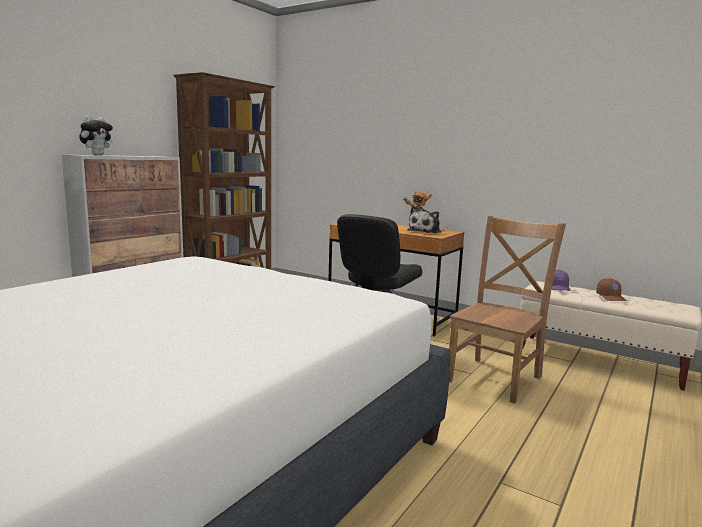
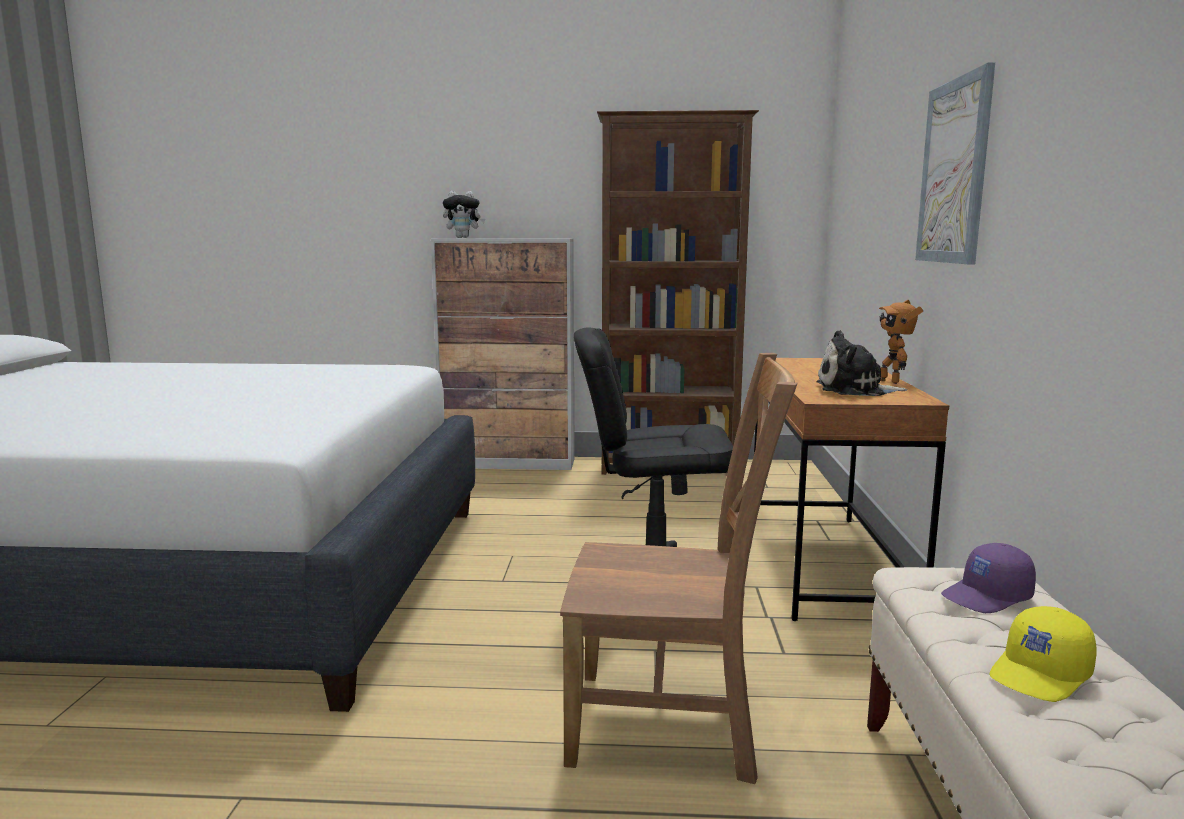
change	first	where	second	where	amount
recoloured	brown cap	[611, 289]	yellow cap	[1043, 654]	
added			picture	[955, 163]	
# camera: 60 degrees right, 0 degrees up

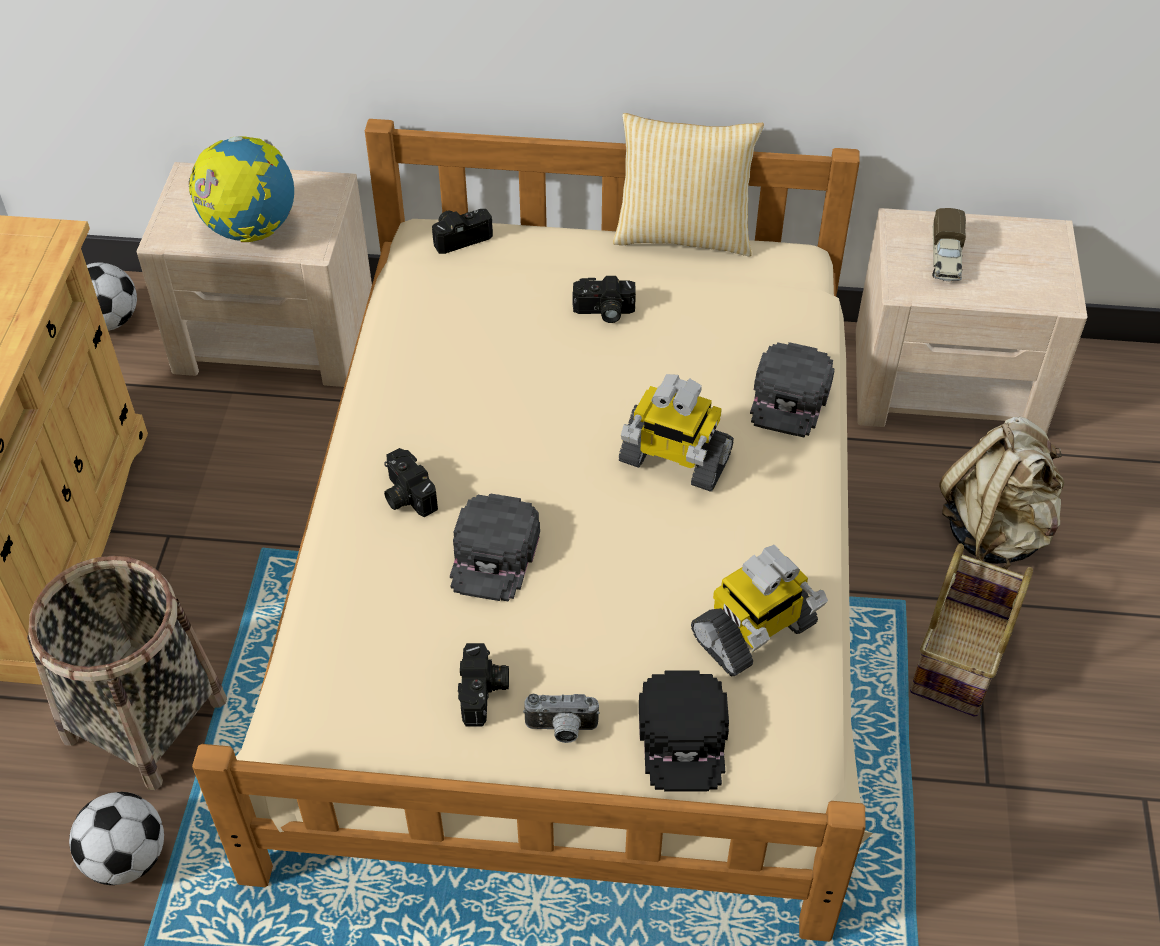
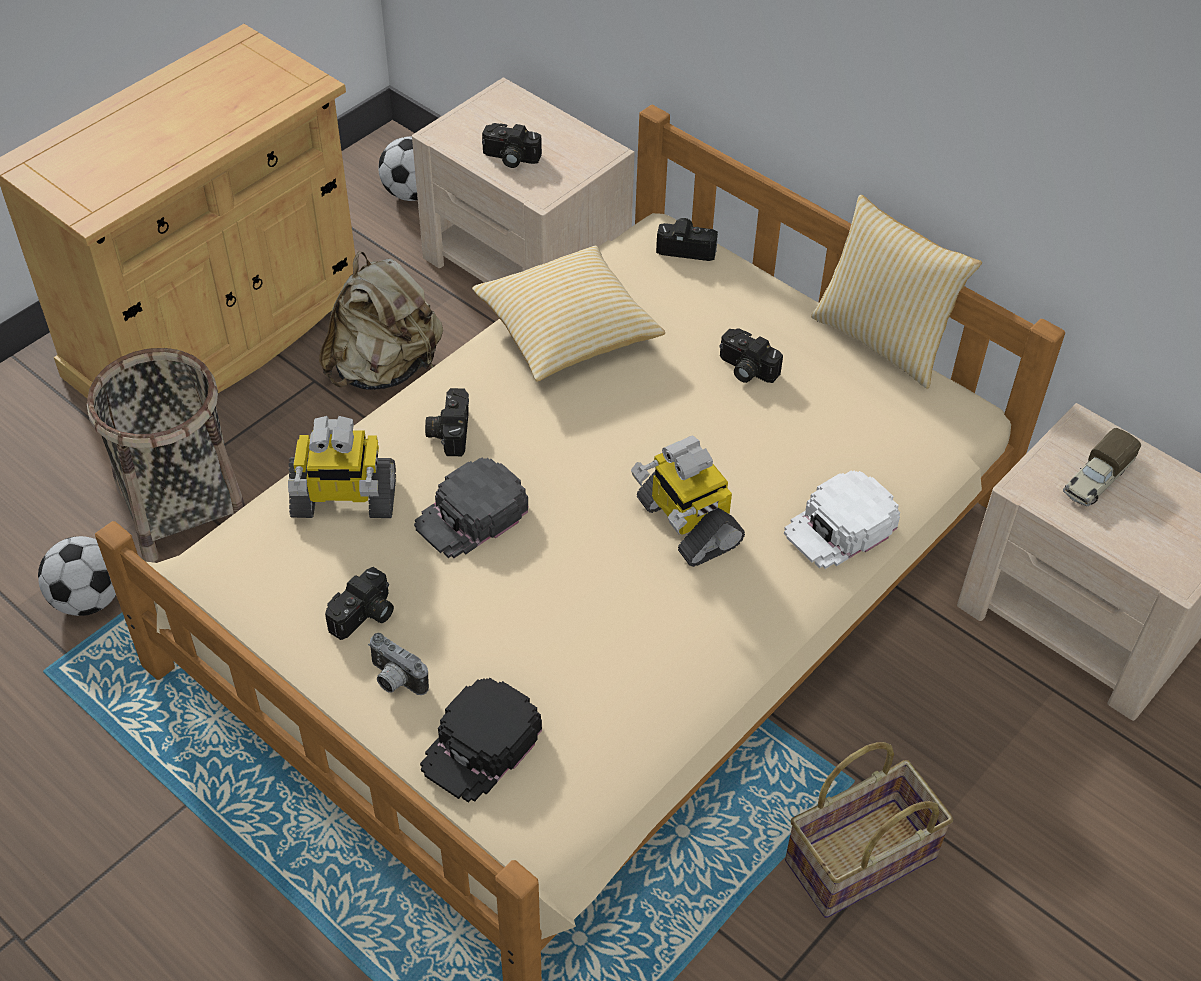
change	first	where	second	where	amount
replaced	globe	[241, 189]	photo camera	[512, 145]	
recoloured	black cap	[792, 390]	white cap	[842, 519]	
moved	beige backpack	[1001, 493]		[381, 320]	
moved	toy robot	[759, 610]		[342, 467]	
added			pillow	[568, 314]	
# camera: 35 degrees right, 0 degrees up

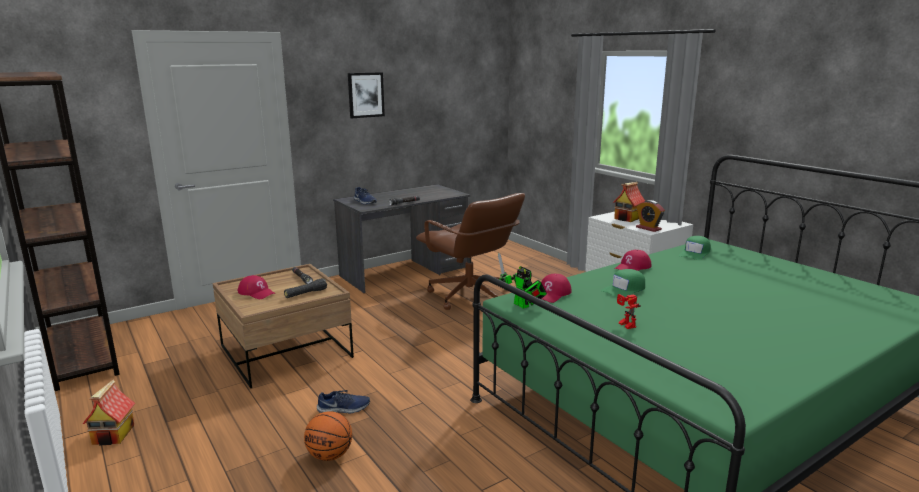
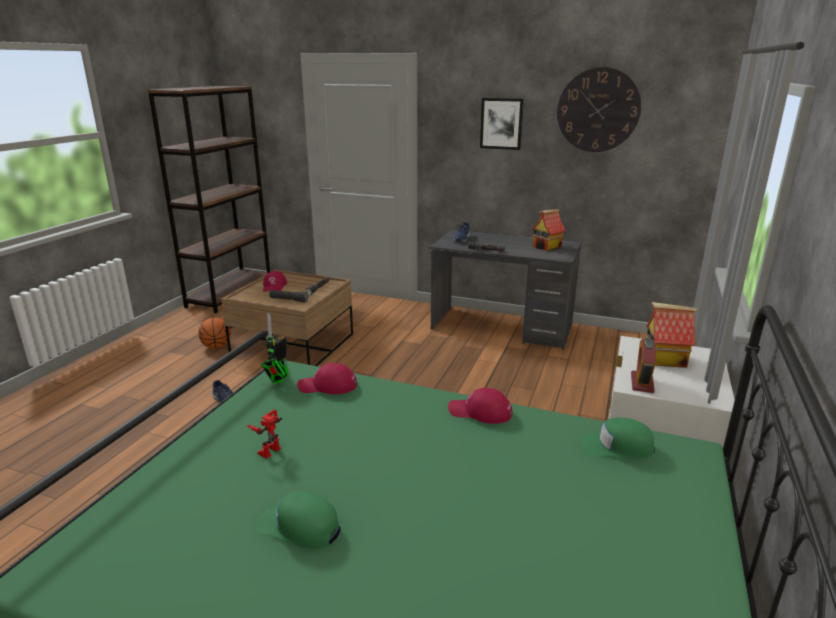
change	first	where	second	where	amount
removed	brown office chair	[470, 251]			
moved	green cap	[623, 283]		[297, 520]	
moved	toy house	[109, 412]		[548, 230]	
moved	basketball	[328, 436]		[214, 333]	
added			wall clock	[599, 109]	
# camera: 55 degrees right, 5 degrees up

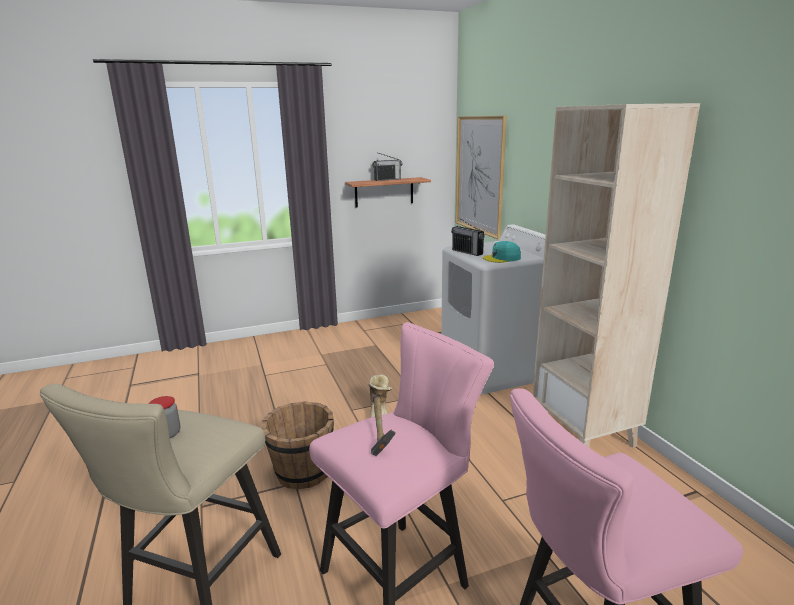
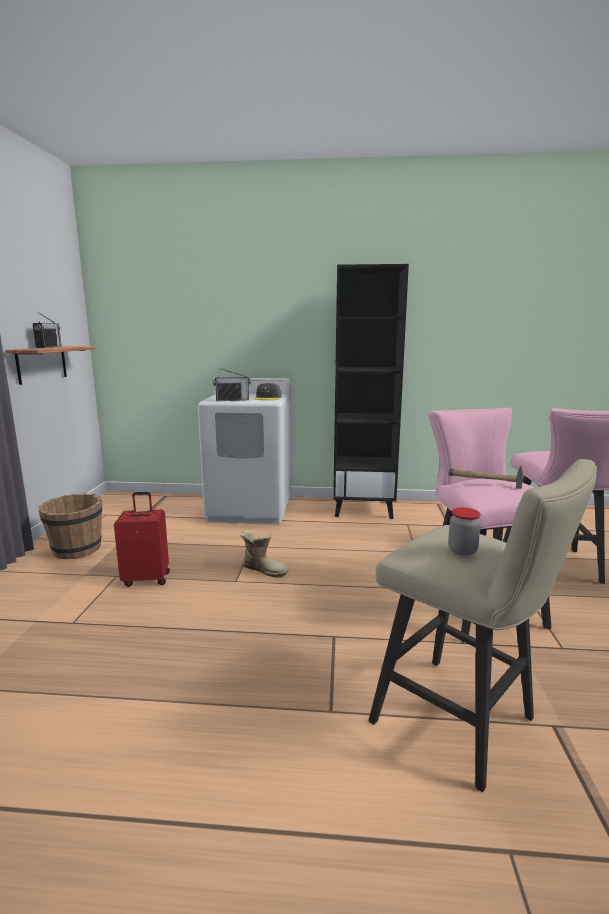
change	first	where	second	where	amount
recoloured	beige bookcase	[616, 275]	black bookcase	[371, 391]	
removed	picture	[481, 177]			
recoloured	turquoise cap	[502, 252]	grey cap	[267, 391]	
moved	brown bucket	[297, 445]		[70, 526]	
added			red suitcase	[142, 539]	
# camera: 65 degrees left, 5 degrees down

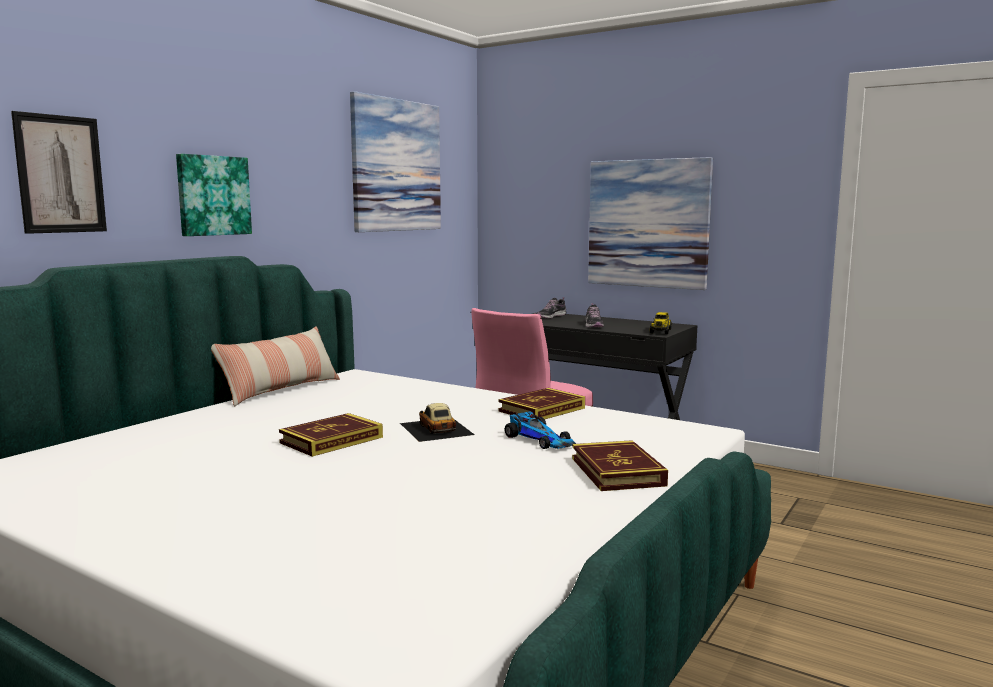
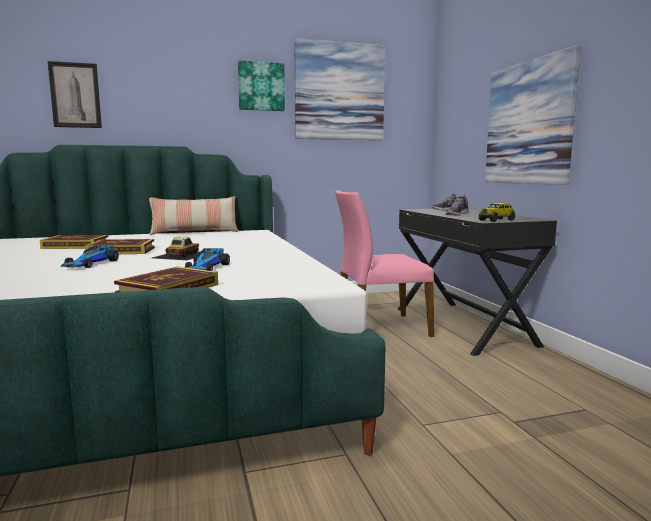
change	first	where	second	where	amount
moved	picture	[214, 195]		[261, 85]	
moved	book	[542, 403]		[74, 242]	
added			toy car	[90, 256]	
# camera: 40 degrees right, 0 degrees up

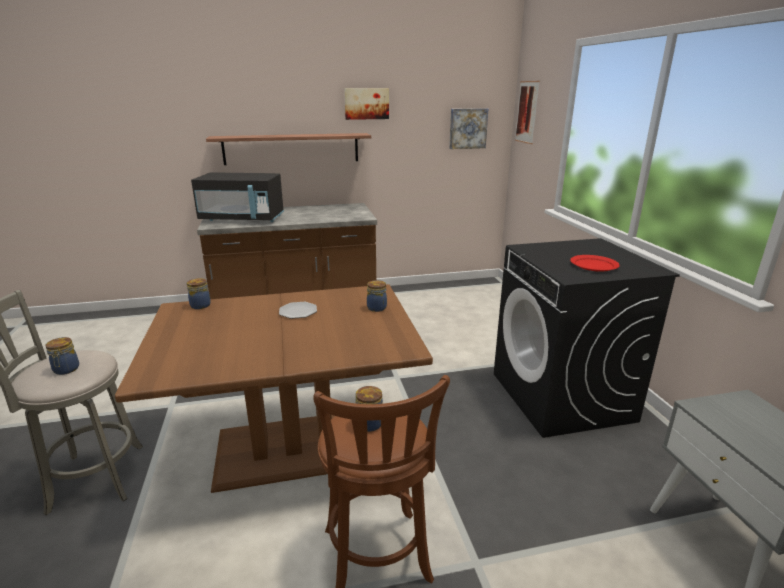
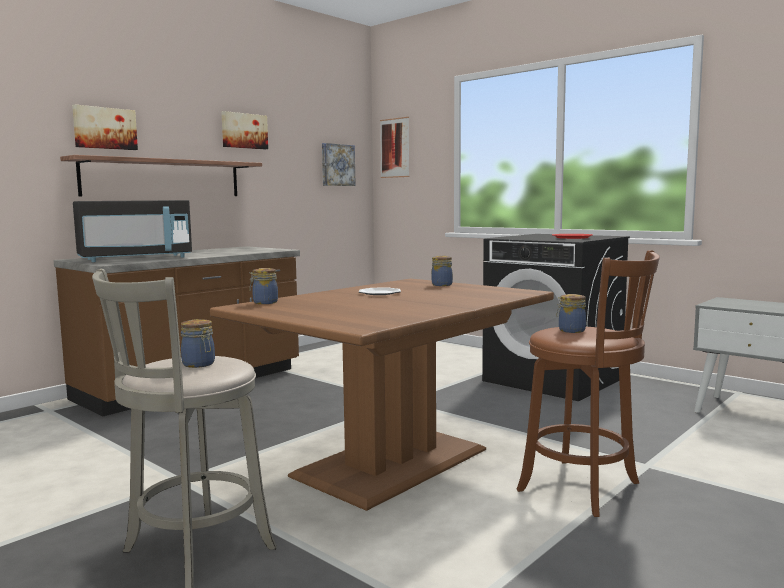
change	first	where	second	where	amount
added			picture	[105, 127]	
# camera: 35 degrees left, 15 degrees down

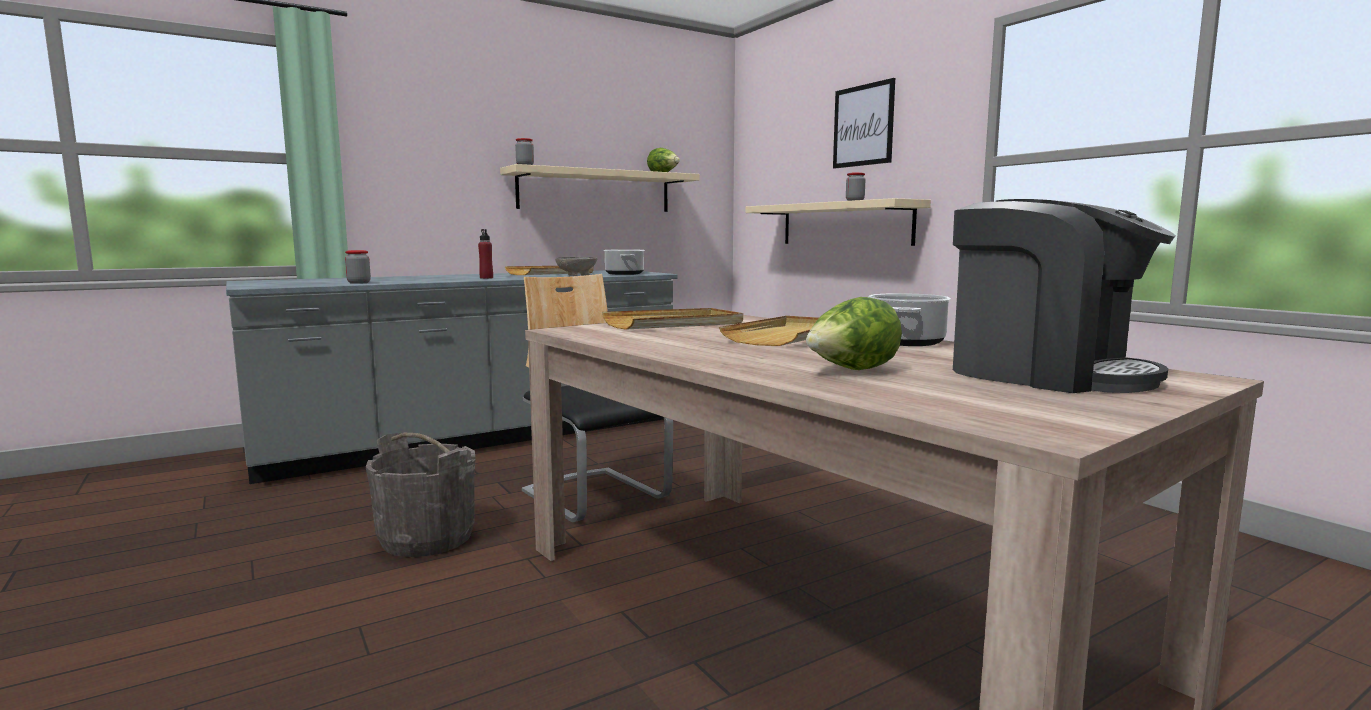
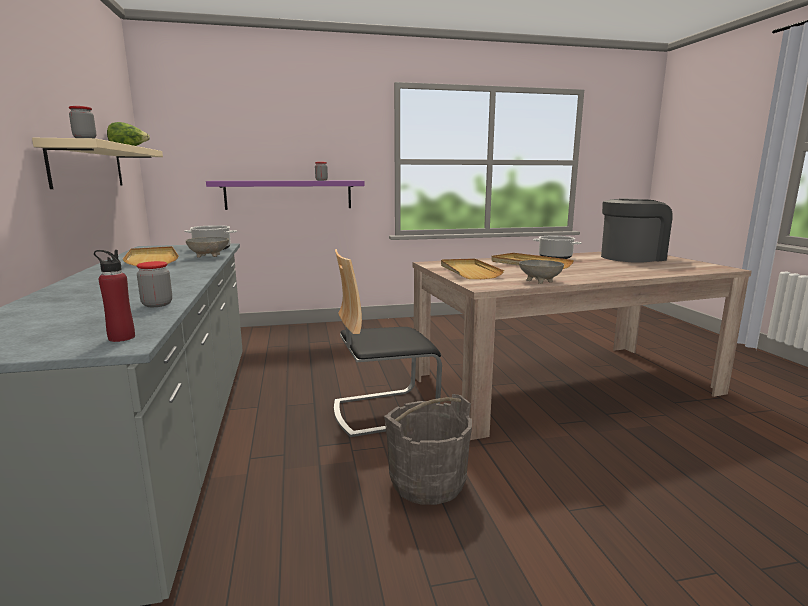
change	first	where	second	where	amount
removed	picture	[864, 123]			
recoloured	beige shelf	[838, 222]	purple shelf	[285, 195]	
moved	red bottle	[485, 254]		[114, 296]	
removed	lettuce	[854, 333]			
added			grey bowl	[541, 272]	
# camera: 70 degrees left, 5 degrees up

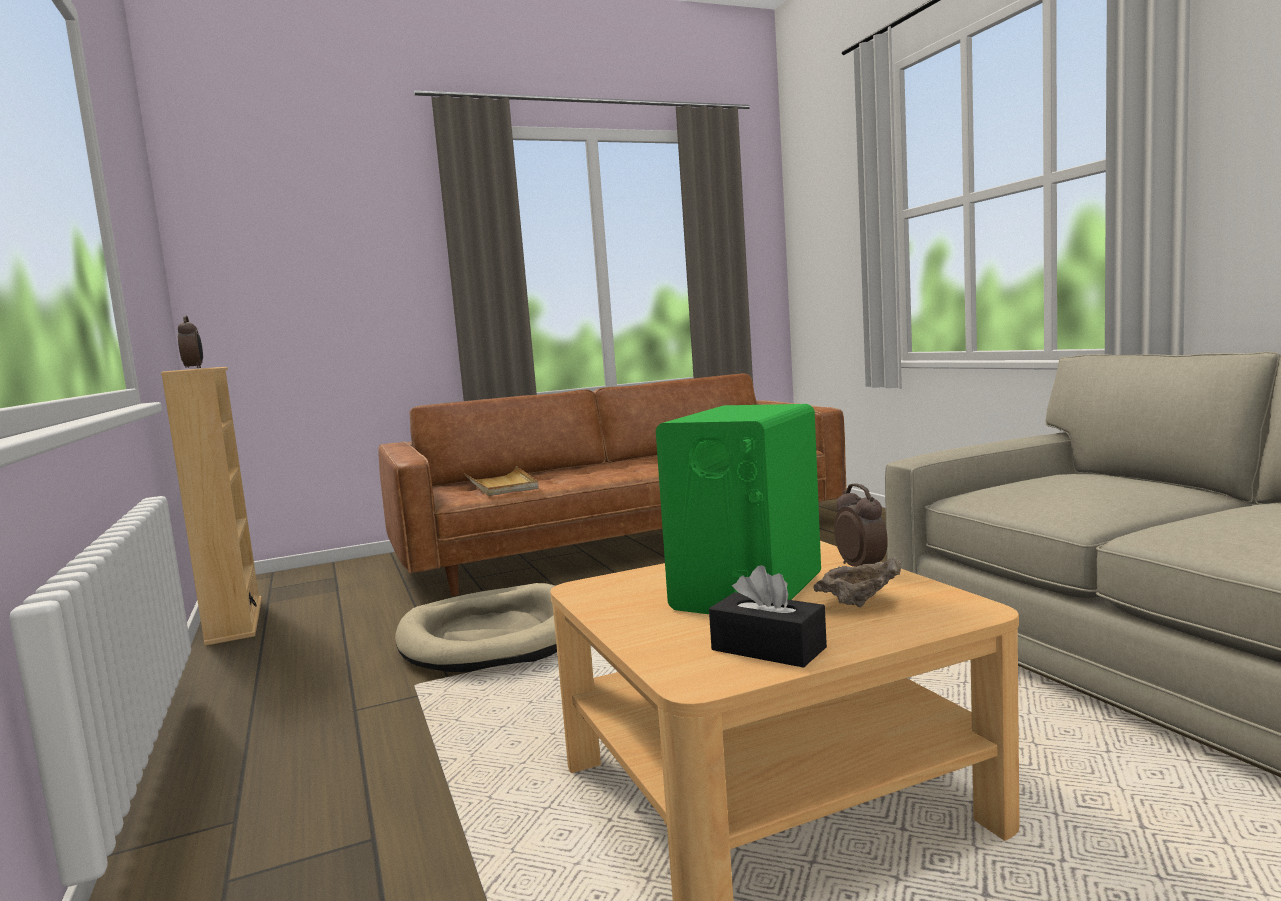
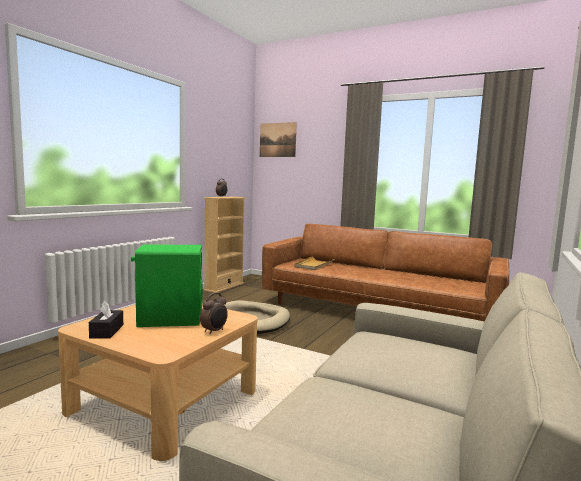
change	first	where	second	where	amount
removed	beige bowl	[857, 582]			
added			picture	[278, 139]	
# camera: 50 degrees right, 0 degrees up

